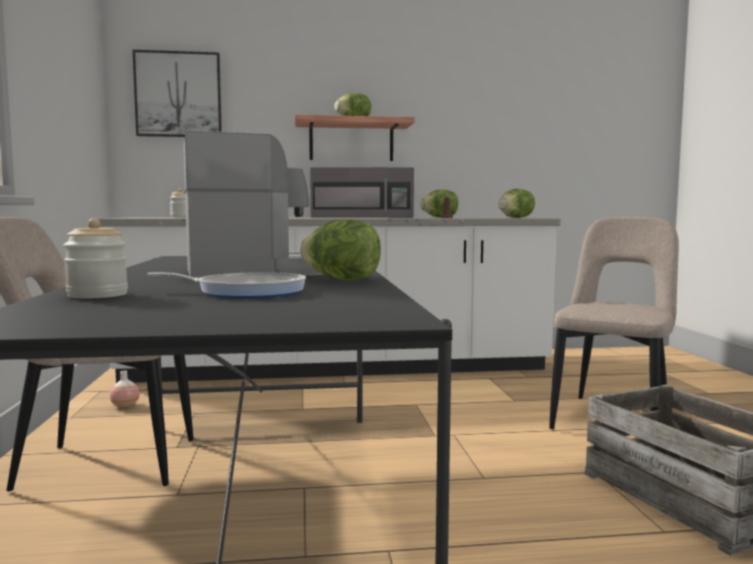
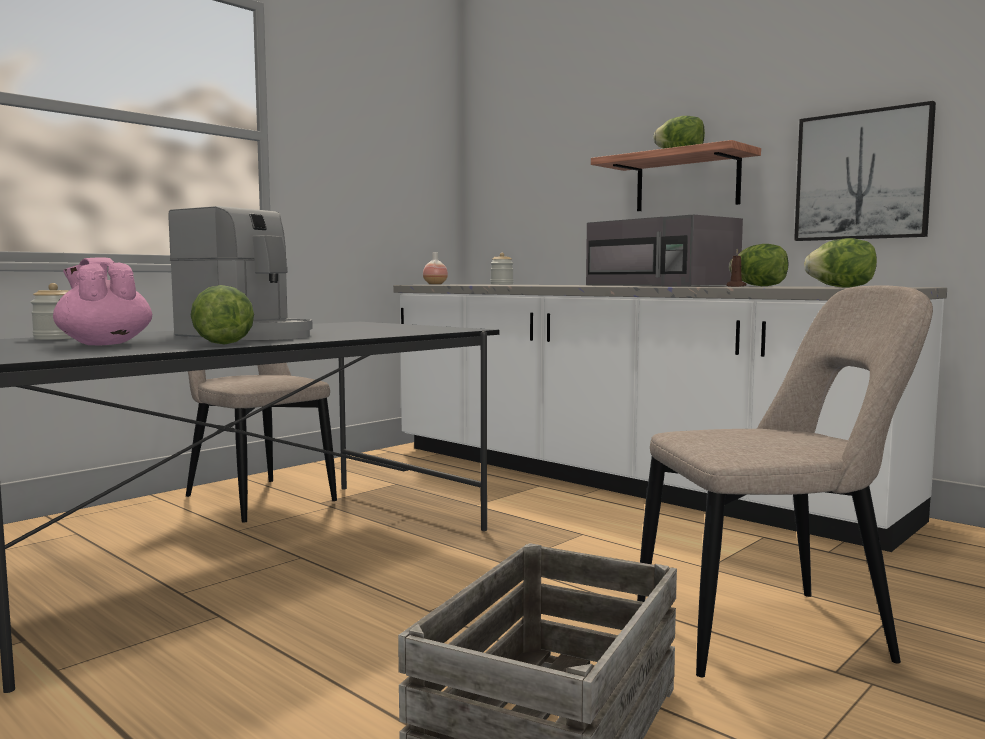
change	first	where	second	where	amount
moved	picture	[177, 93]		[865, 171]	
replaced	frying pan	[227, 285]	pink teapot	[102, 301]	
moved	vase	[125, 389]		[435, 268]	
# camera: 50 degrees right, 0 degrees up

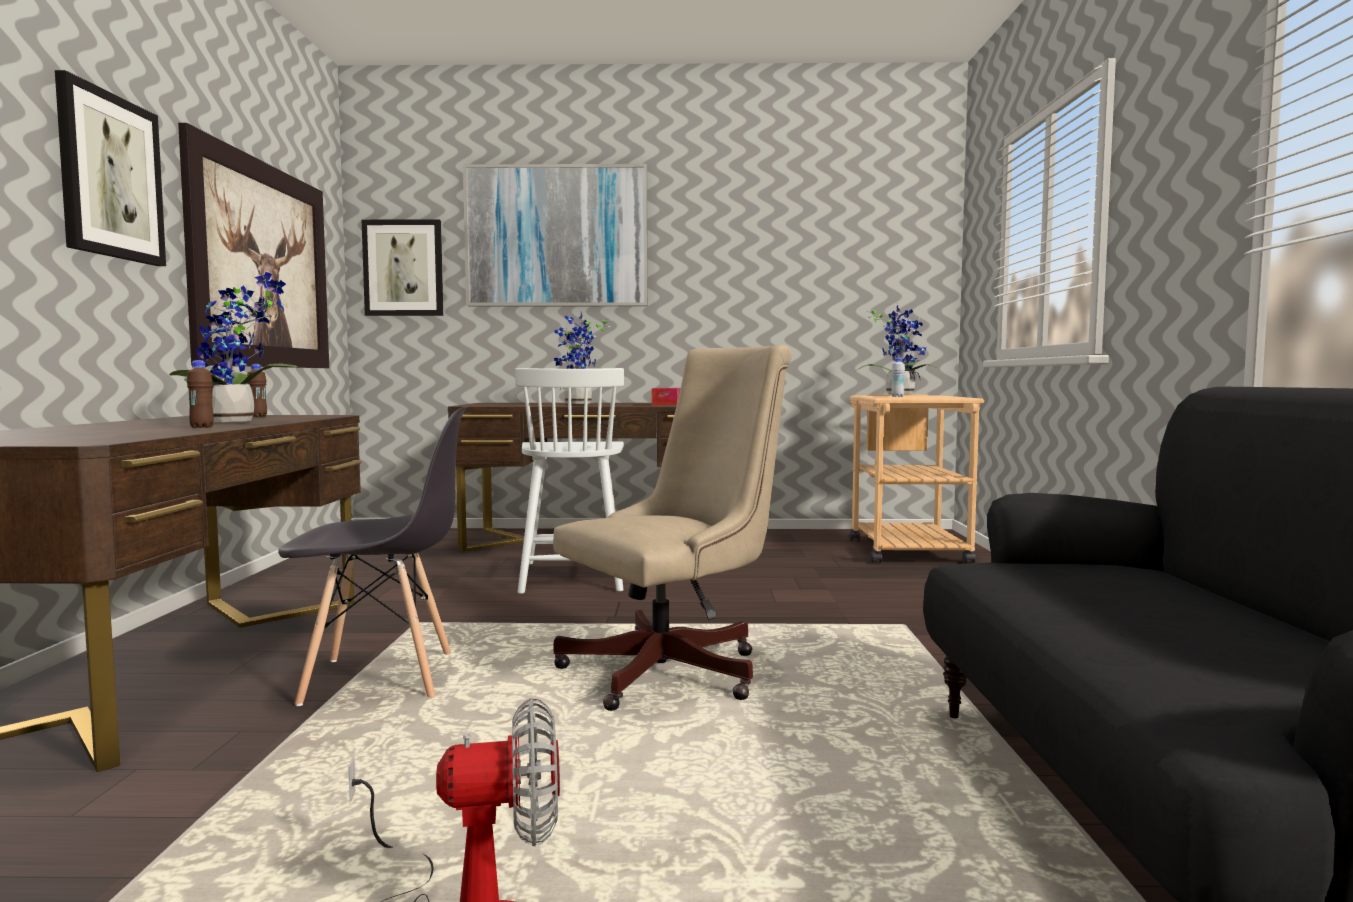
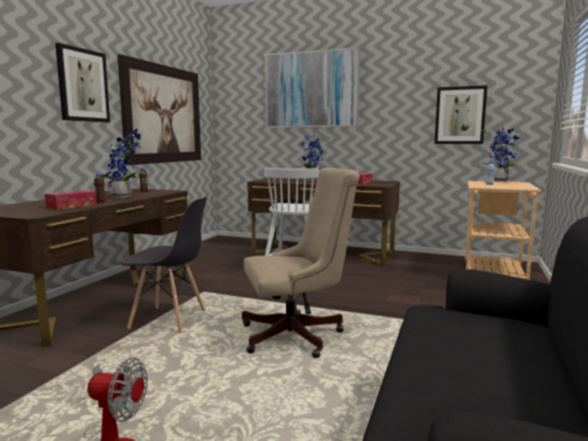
change	first	where	second	where	amount
moved	picture	[402, 267]		[461, 114]	
added			tissue box	[70, 200]	
# camera: 20 degrees right, 5 degrees up

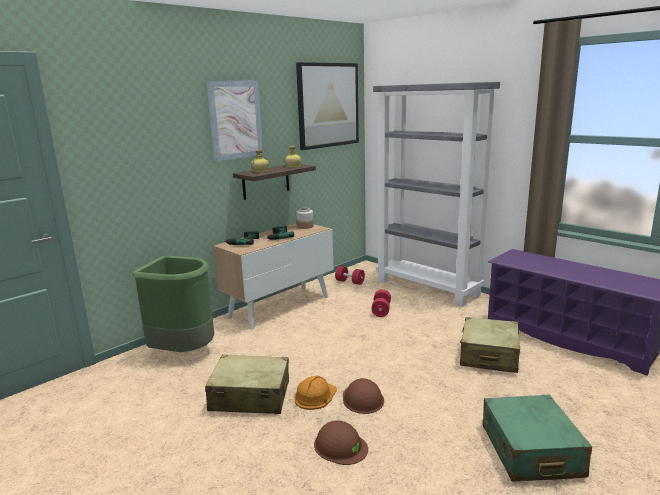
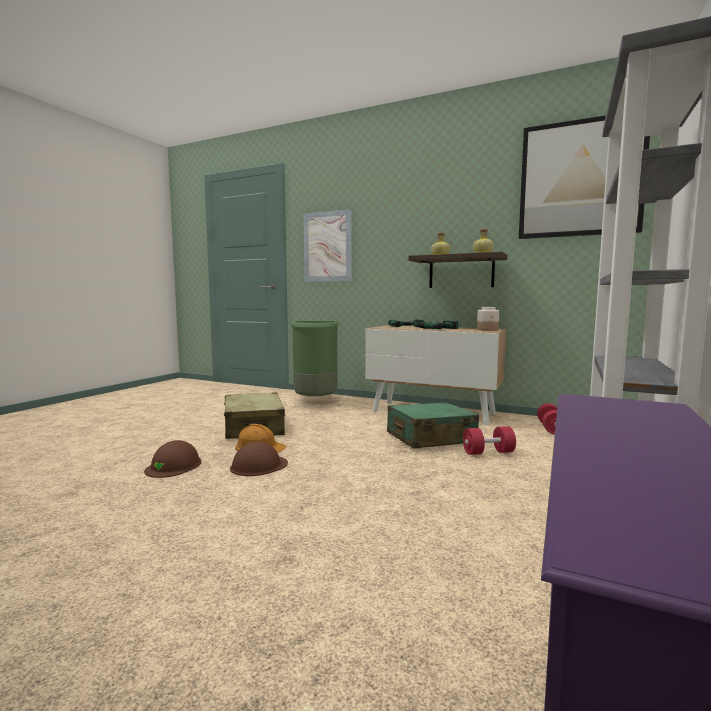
change	first	where	second	where	amount
moved	picture	[235, 121]		[327, 245]	
removed	beige suitcase	[490, 345]			
moved	green suitcase	[537, 438]		[433, 425]	
# camera: 70 degrees right, 10 degrees down

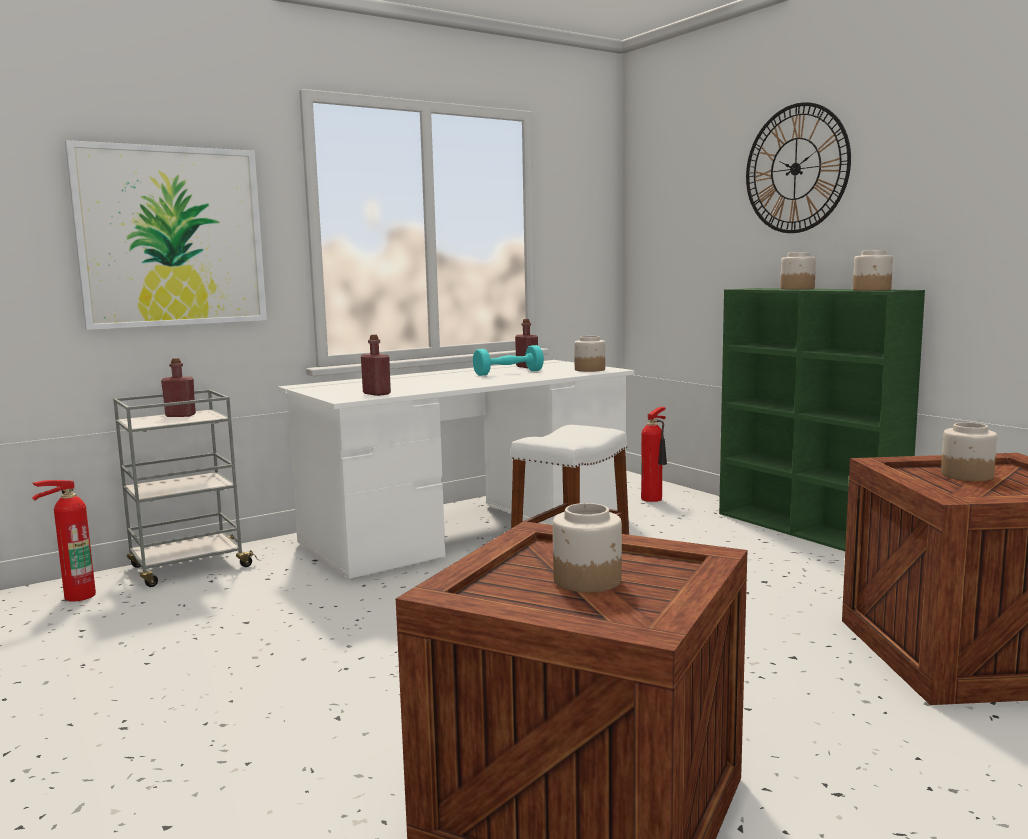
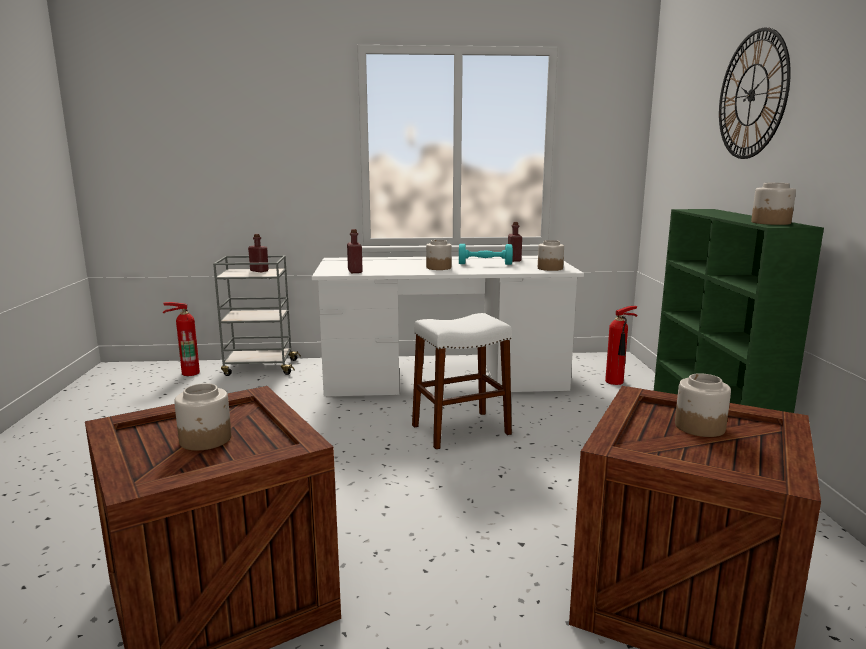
change	first	where	second	where	amount
removed	picture	[166, 235]			
moved	jar	[798, 270]		[439, 255]	
# camera: 30 degrees right, 5 degrees up

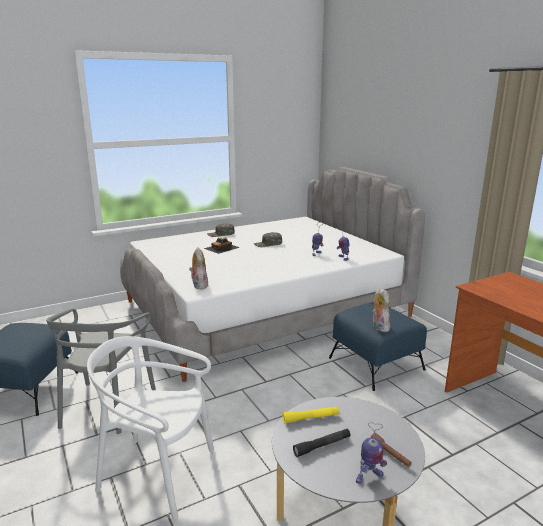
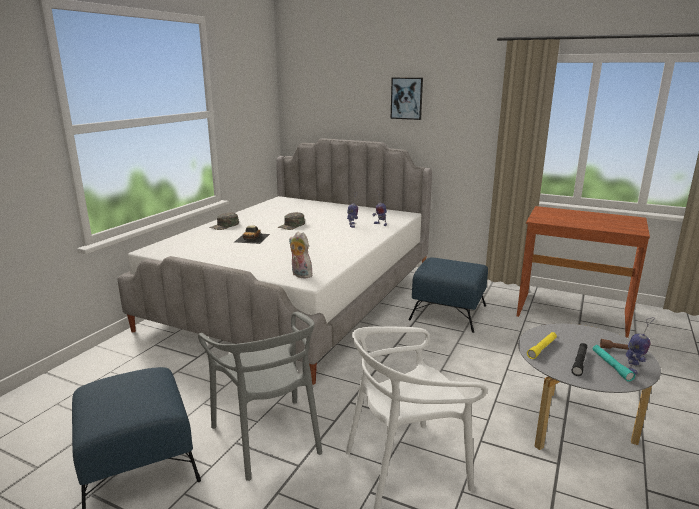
change	first	where	second	where	amount
removed	plush toy	[381, 310]			
added			picture	[407, 99]	
added			turquoise flashlight	[614, 363]	
# camera: 35 degrees left, 0 degrees up

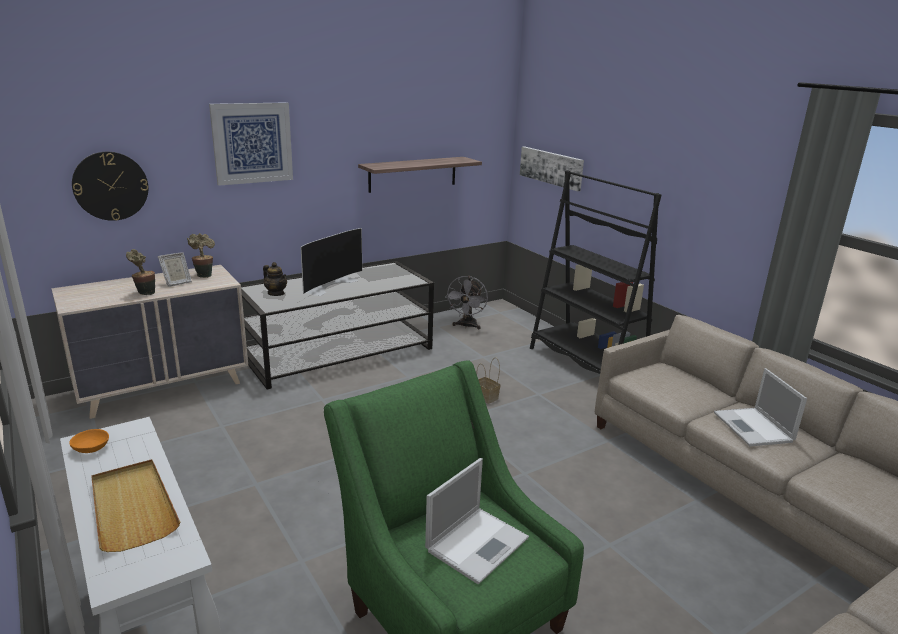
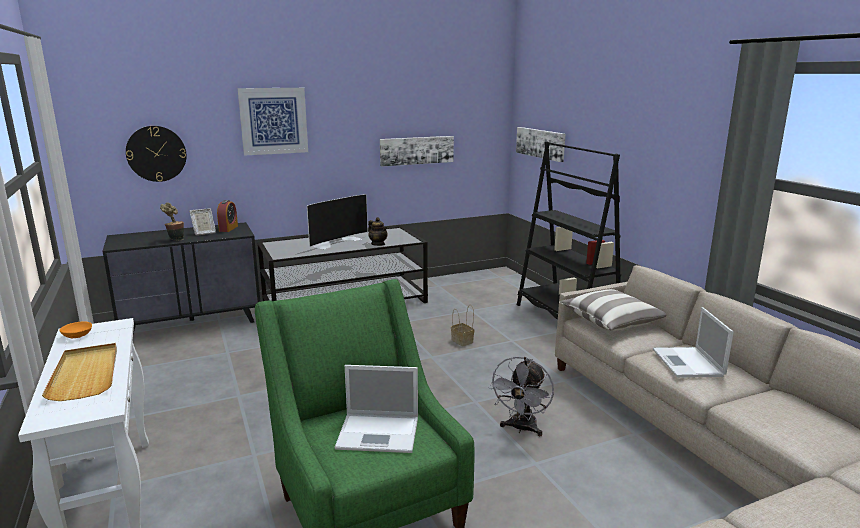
change	first	where	second	where	amount
replaced	shelf	[420, 175]	picture	[417, 151]	
replaced	potted plant	[201, 255]	alarm clock	[227, 216]	
moved	teapot	[275, 279]		[378, 231]	
recoloured	beige dresser	[150, 342]	black dresser	[181, 278]	
moved	grey fan	[466, 302]		[521, 396]	
turned	laptop	[477, 521]		[376, 409]	45 degrees clockwise
added			pillow	[613, 310]	
# camera: 10 degrees right, 5 degrees down

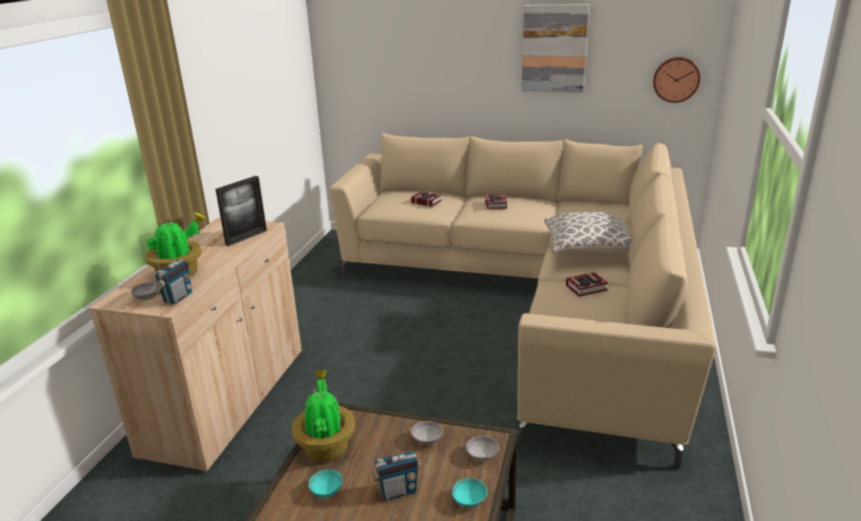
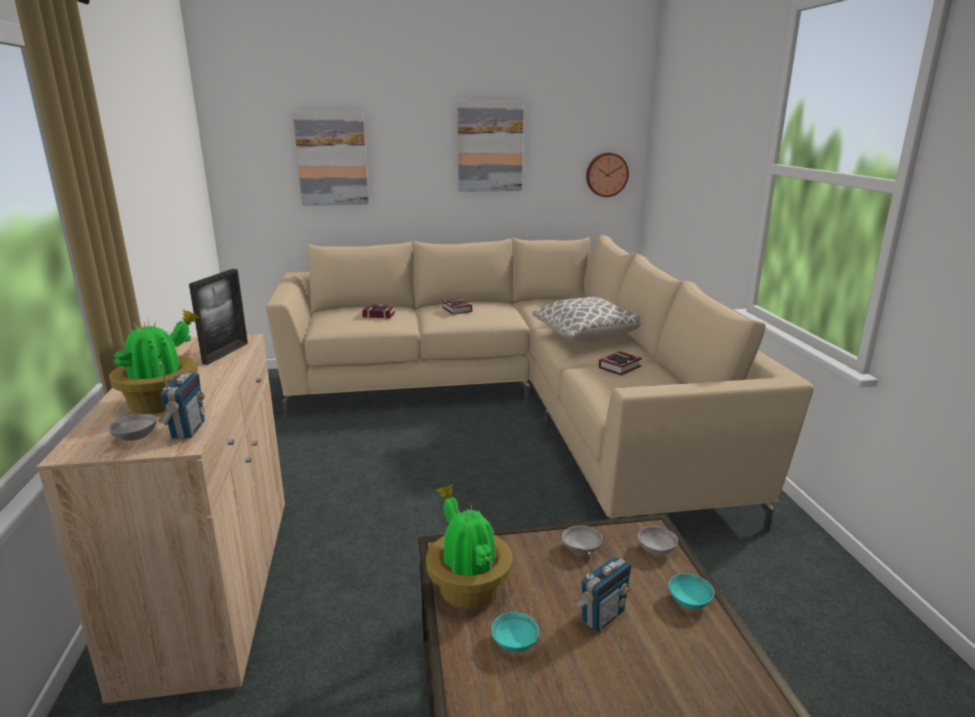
change	first	where	second	where	amount
added			picture	[331, 158]	
# camera: 25 degrees left, 5 degrees down

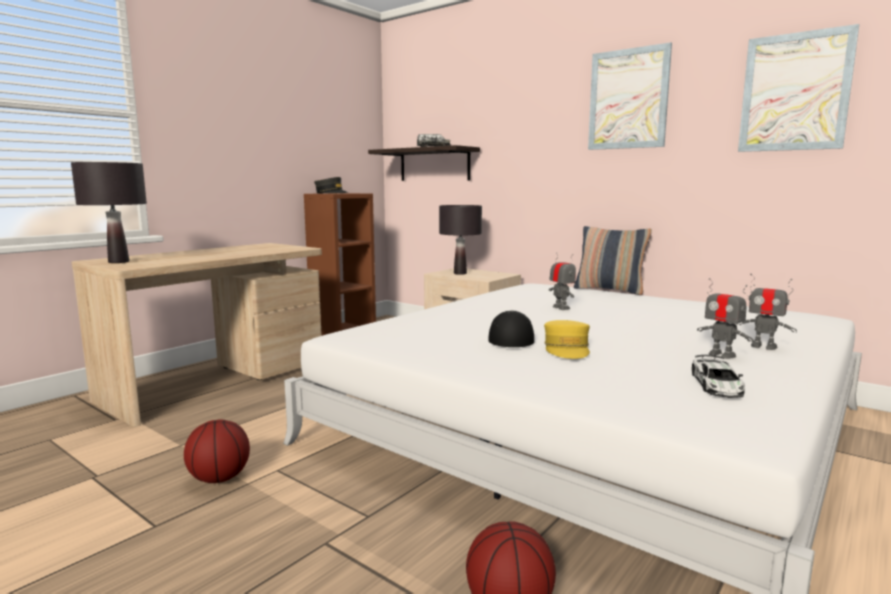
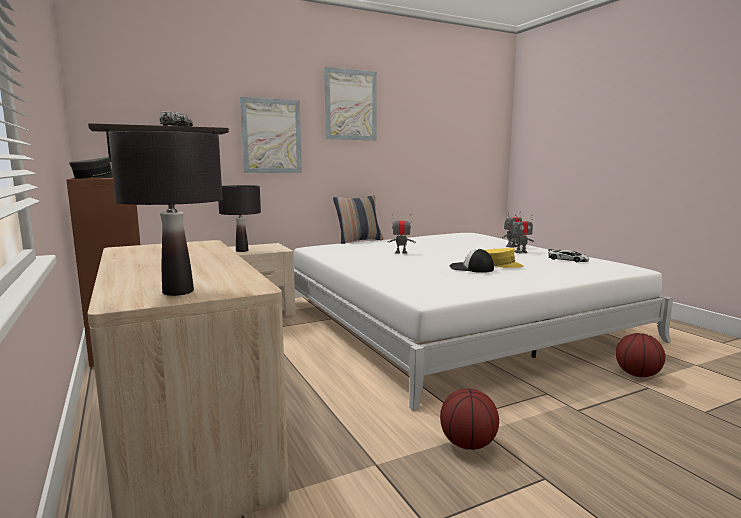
change	first	where	second	where	amount
moved	picture	[798, 88]		[271, 135]	
# camera: 65 degrees left, 0 degrees up

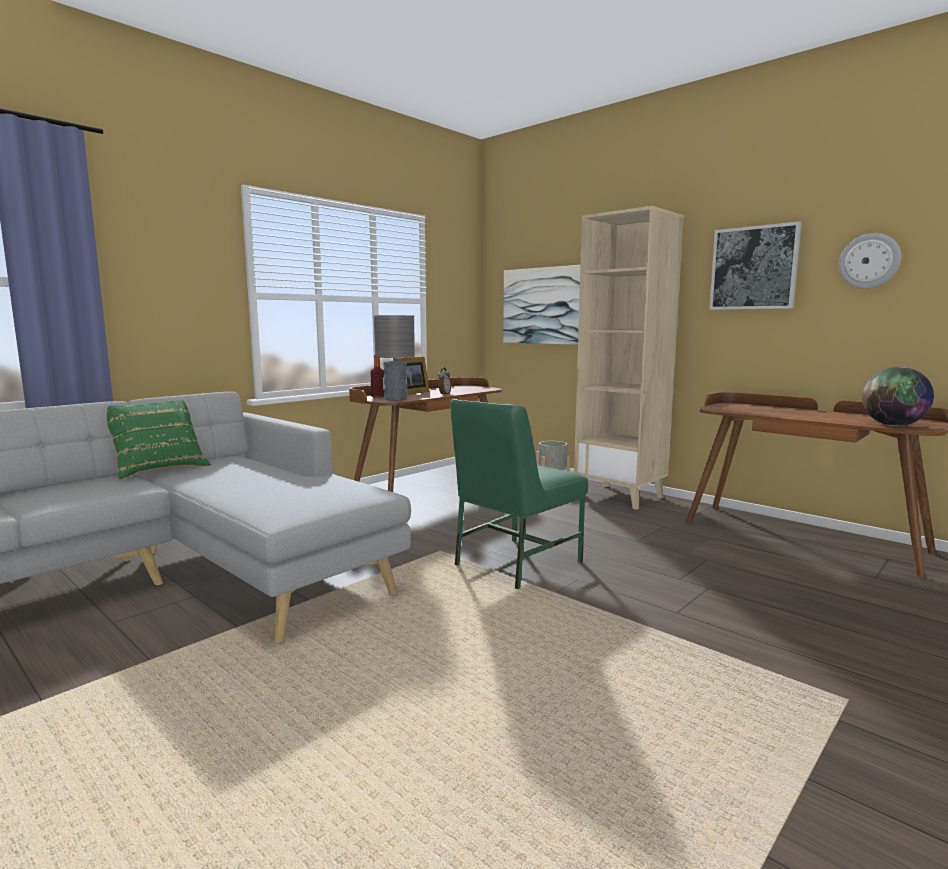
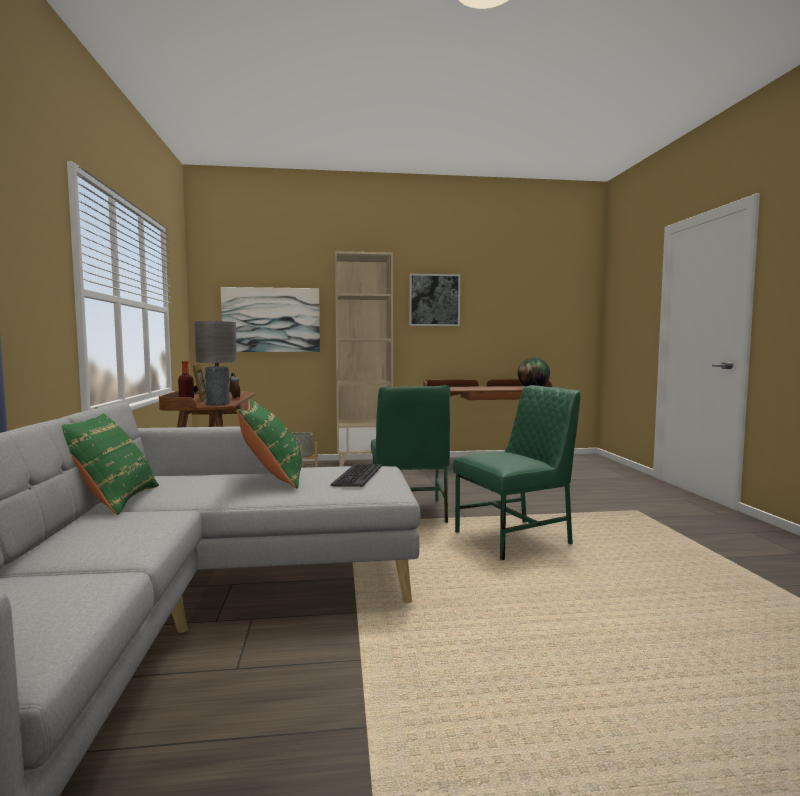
change	first	where	second	where	amount
removed	wall clock	[870, 261]			
added			green chair	[516, 472]	
added			green pillow	[269, 444]	
added			keyboard	[356, 475]	
# camera: 50 degrees left, 5 degrees down

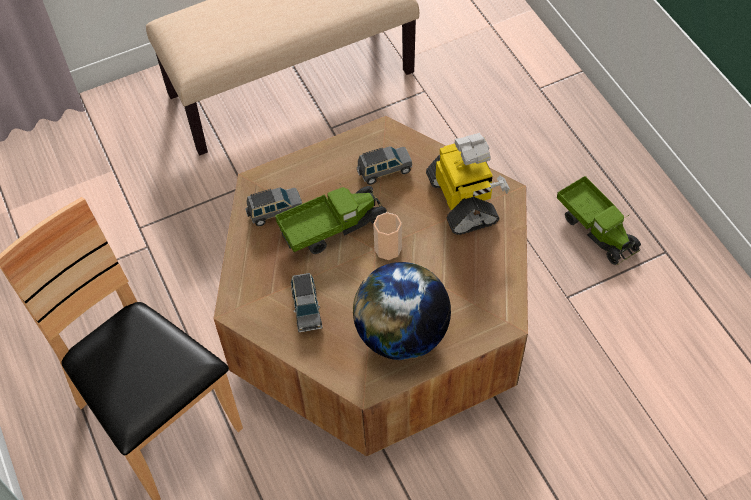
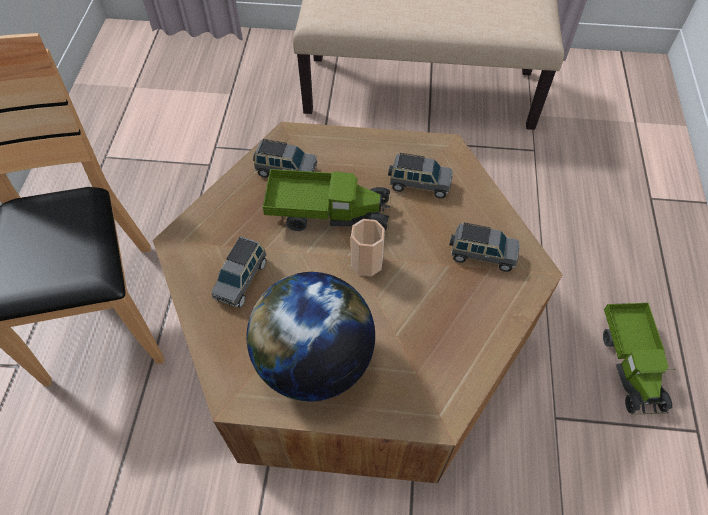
change	first	where	second	where	amount
replaced	toy robot	[468, 184]	grey toy car	[484, 247]	
# camera: 30 degrees right, 0 degrees up

